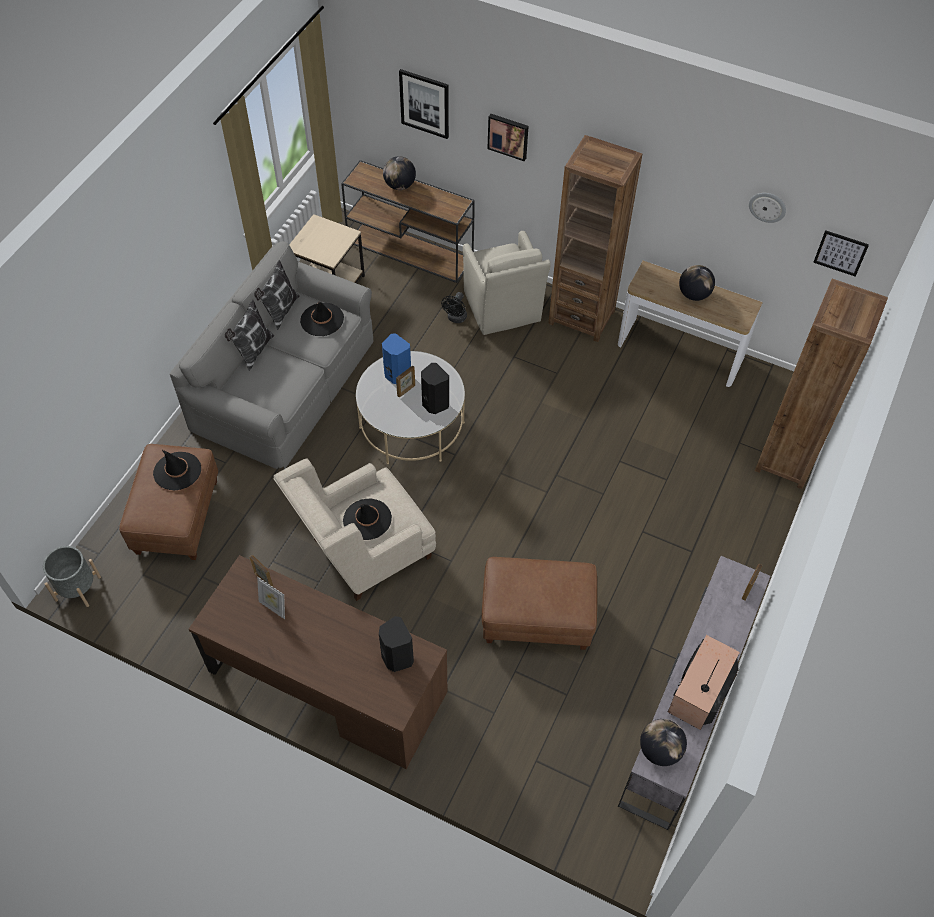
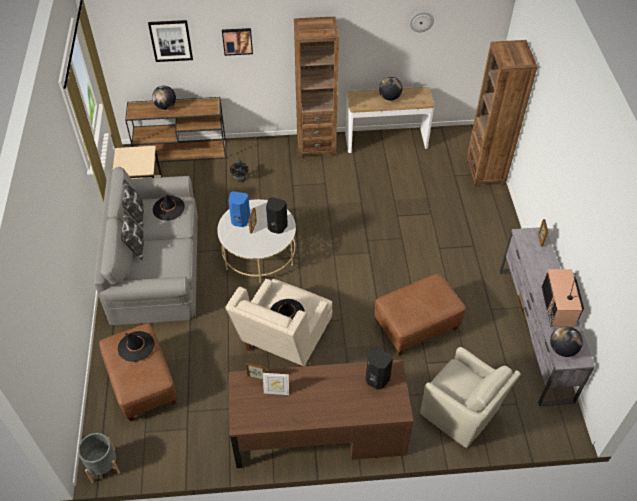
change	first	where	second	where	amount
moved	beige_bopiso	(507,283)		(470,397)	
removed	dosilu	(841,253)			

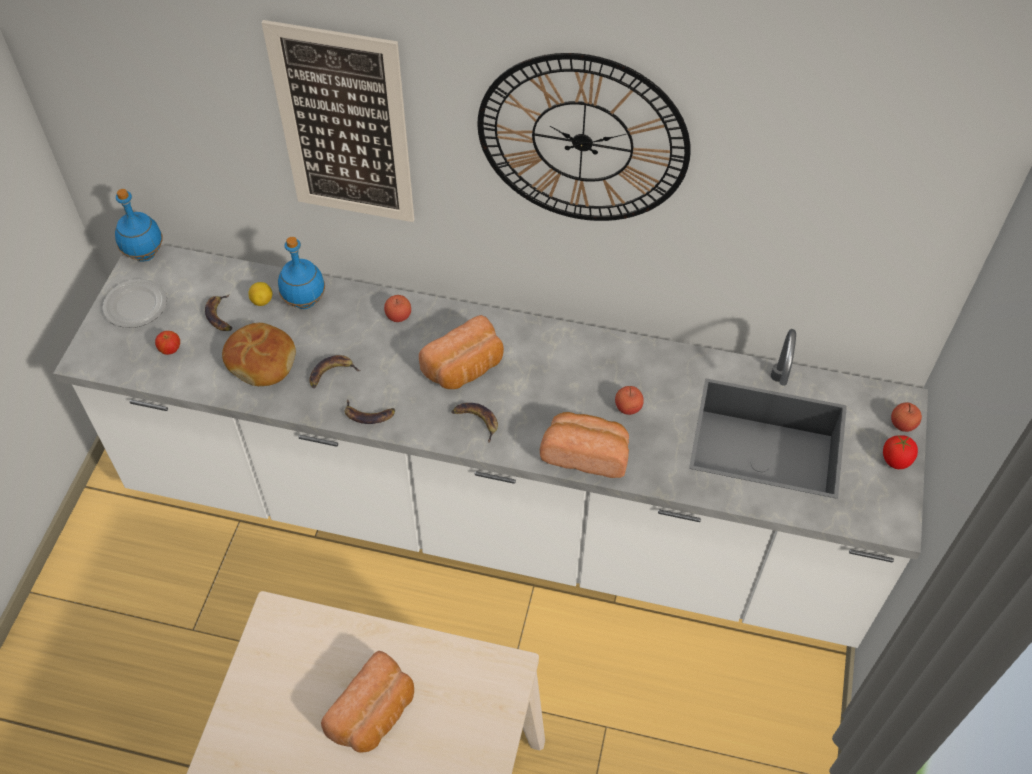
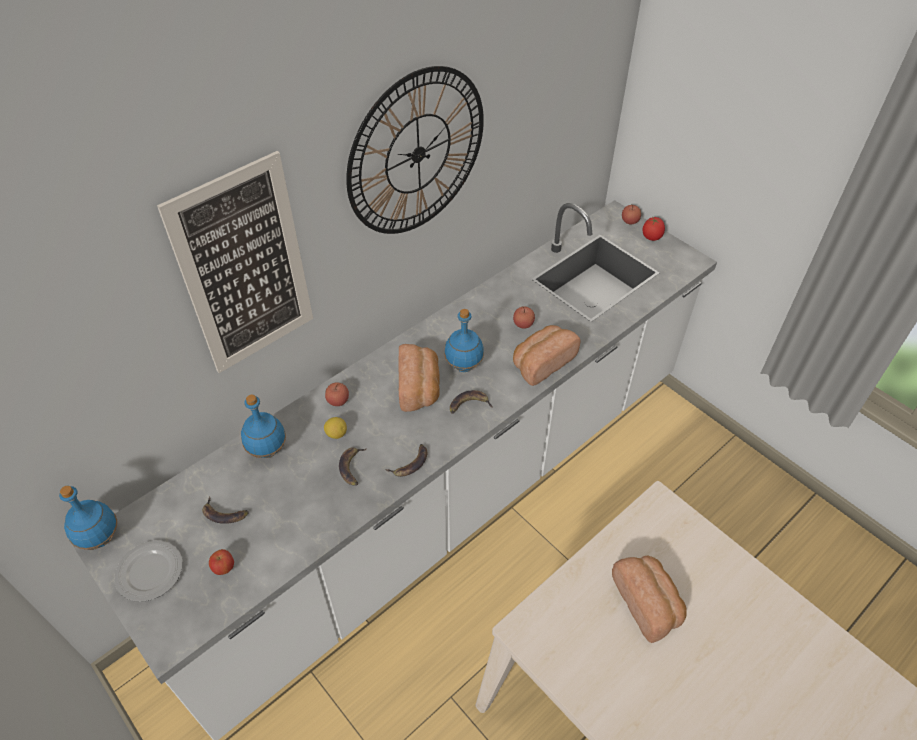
change	first	where	second	where	amount
removed	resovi	(259,354)			
moved	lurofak	(260,294)		(335,428)	
added			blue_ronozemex	(464,340)	

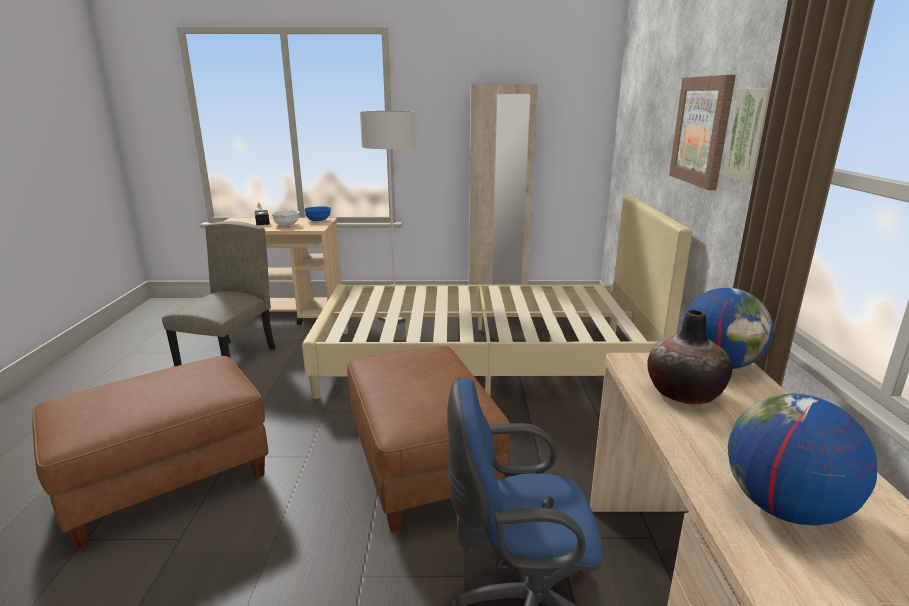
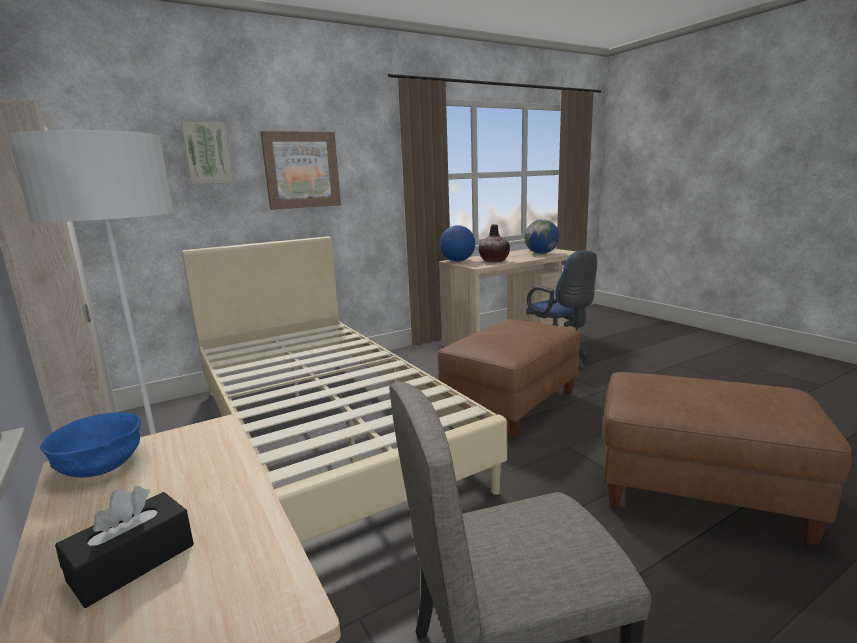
change	first	where	second	where	amount
removed	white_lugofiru	(286,218)			
moved	dosilu	(747,136)		(207,153)	

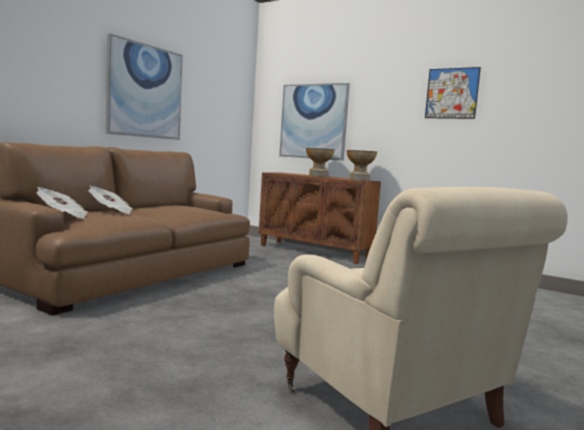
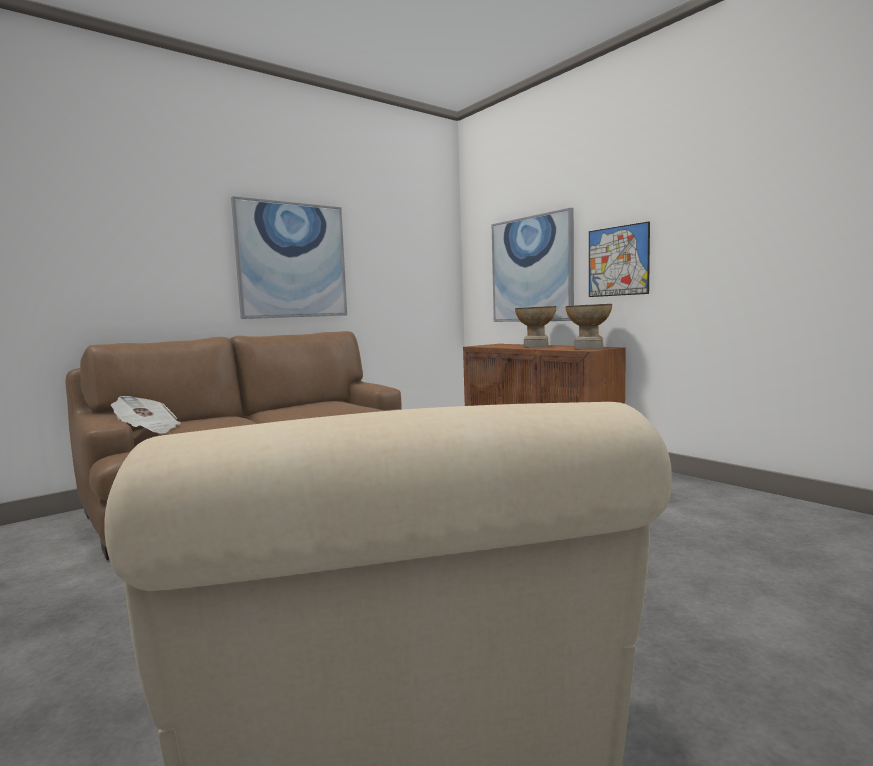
change	first	where	second	where	amount
removed	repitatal	(110,200)			
moved	dosilu	(453,93)		(619,259)	

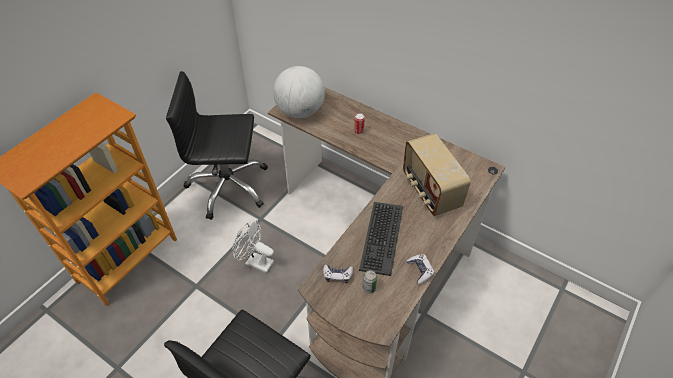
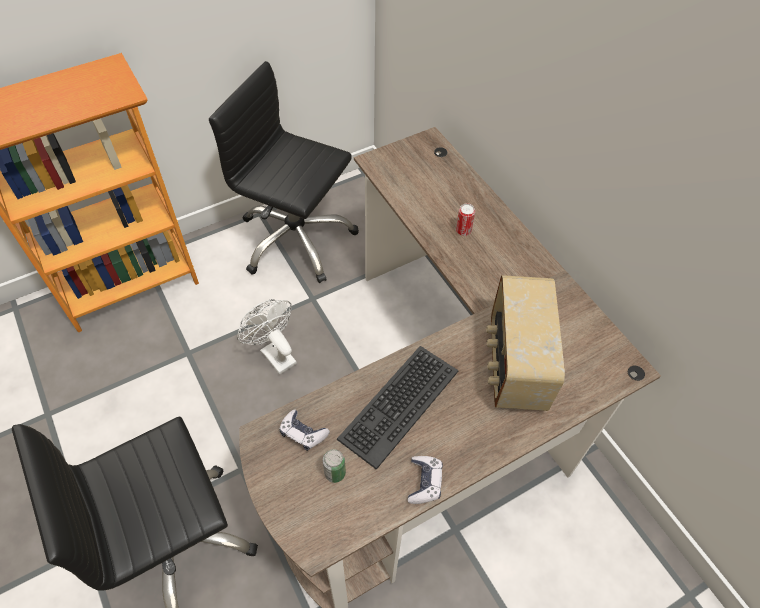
change	first	where	second	where	amount
removed	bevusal	(299,92)			

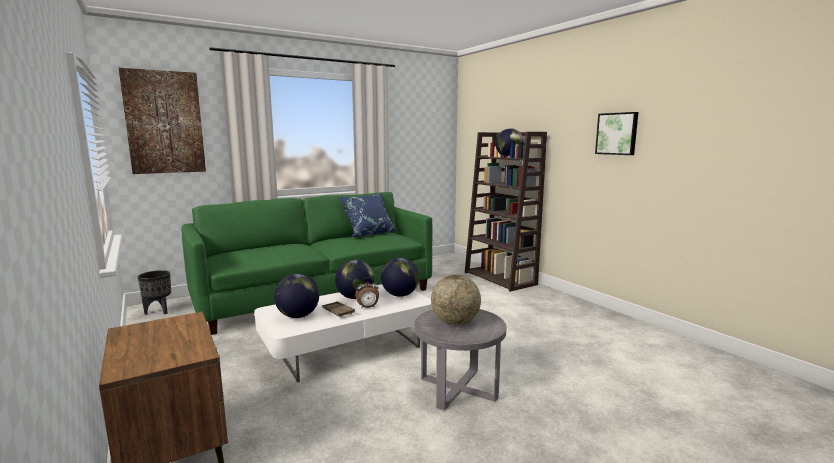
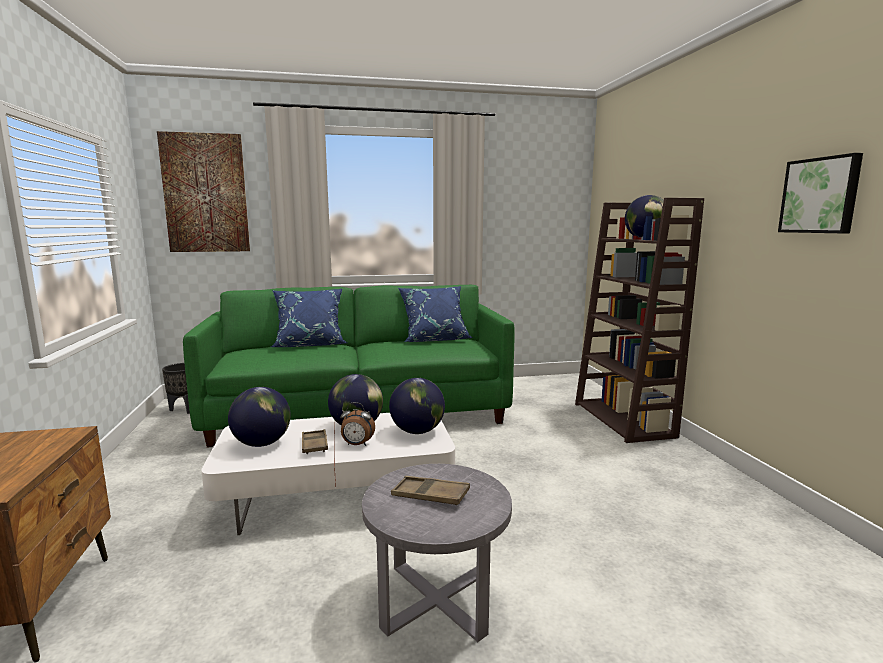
change	first	where	second	where	amount
replaced	bevusal	(456,300)	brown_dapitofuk	(430,490)	
added			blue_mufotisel	(309,318)	

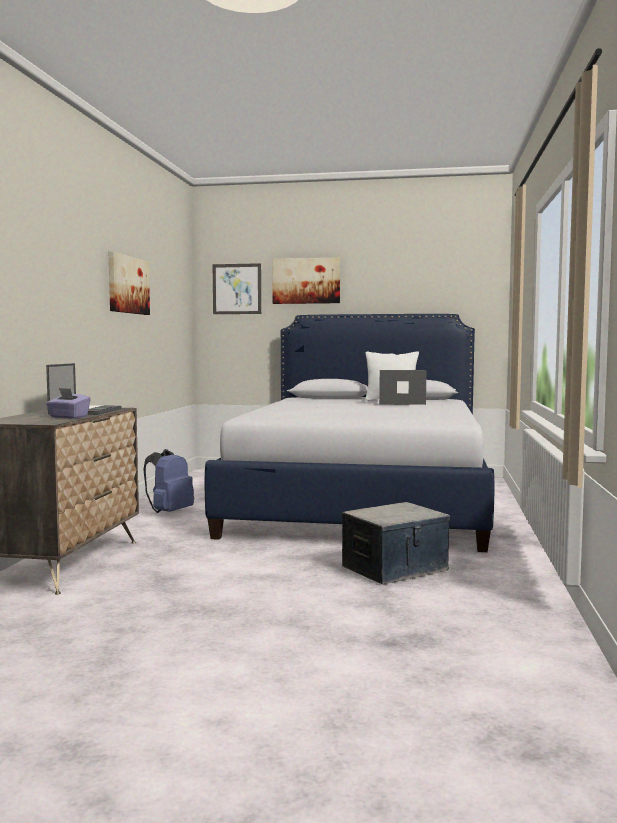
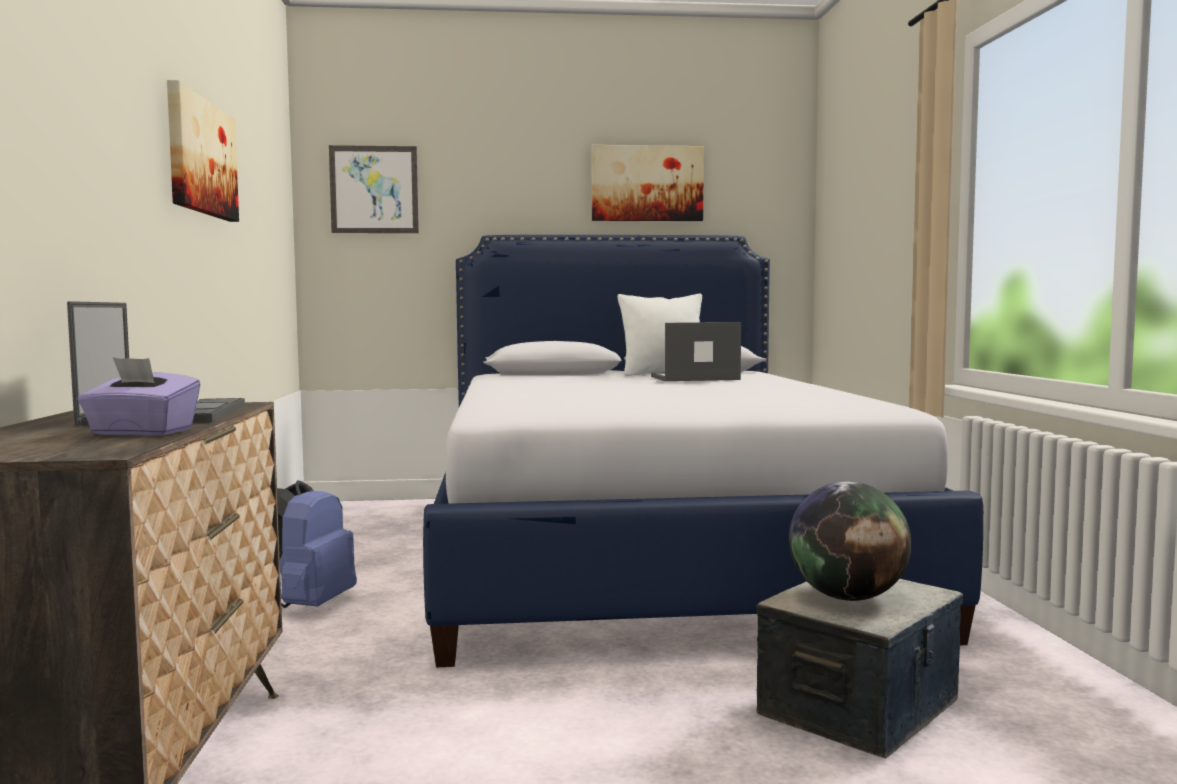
change	first	where	second	where	amount
moved	dosilu	(306,280)		(647,183)	
added			bevusal	(850,541)	

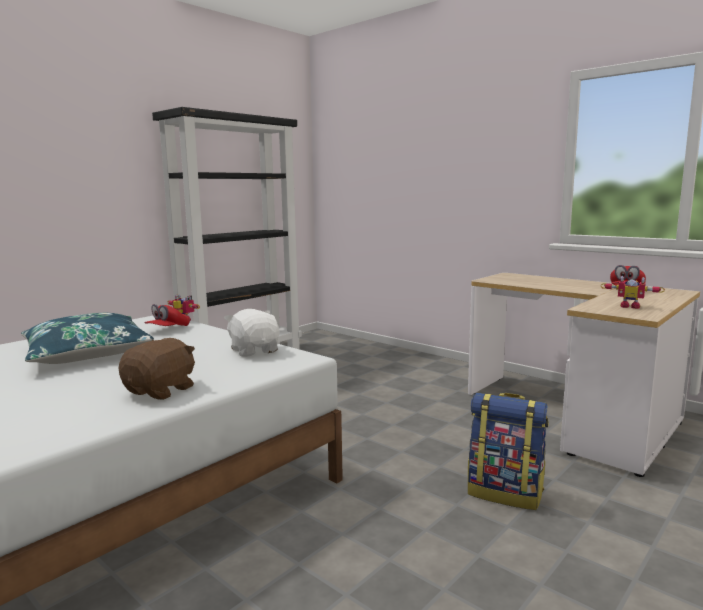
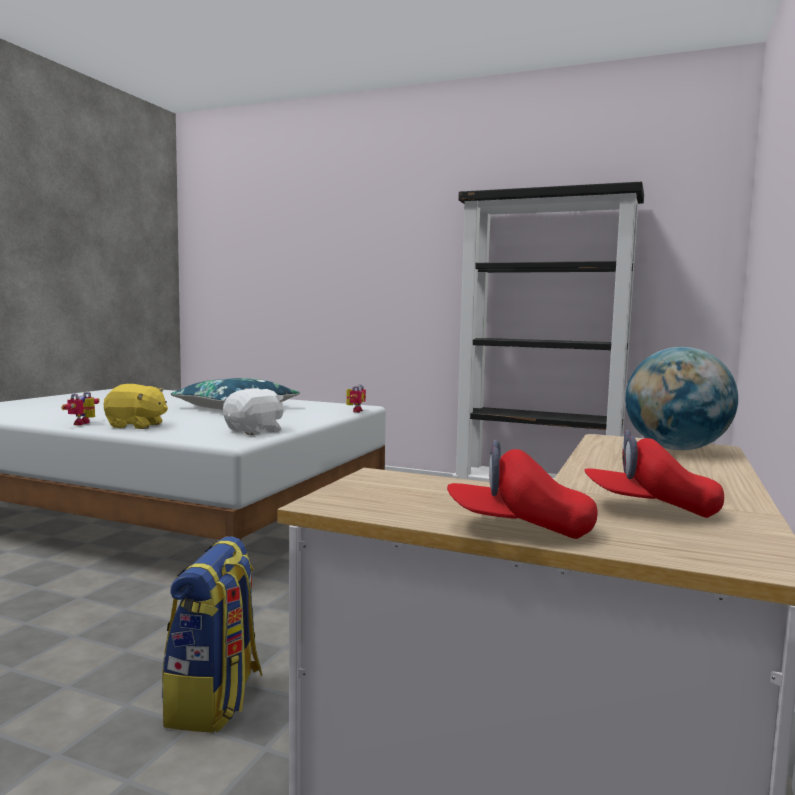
change	first	where	second	where	amount
recoloured	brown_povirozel	(156,369)	yellow_povirozel	(136,406)	
moved	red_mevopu	(167,315)		(522,489)	
moved	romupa	(632,292)		(80,408)	
added			bevusal	(681,398)	

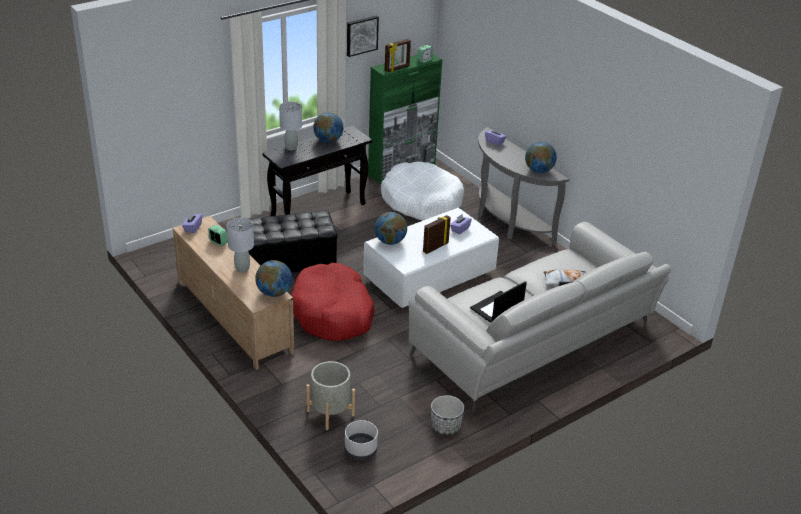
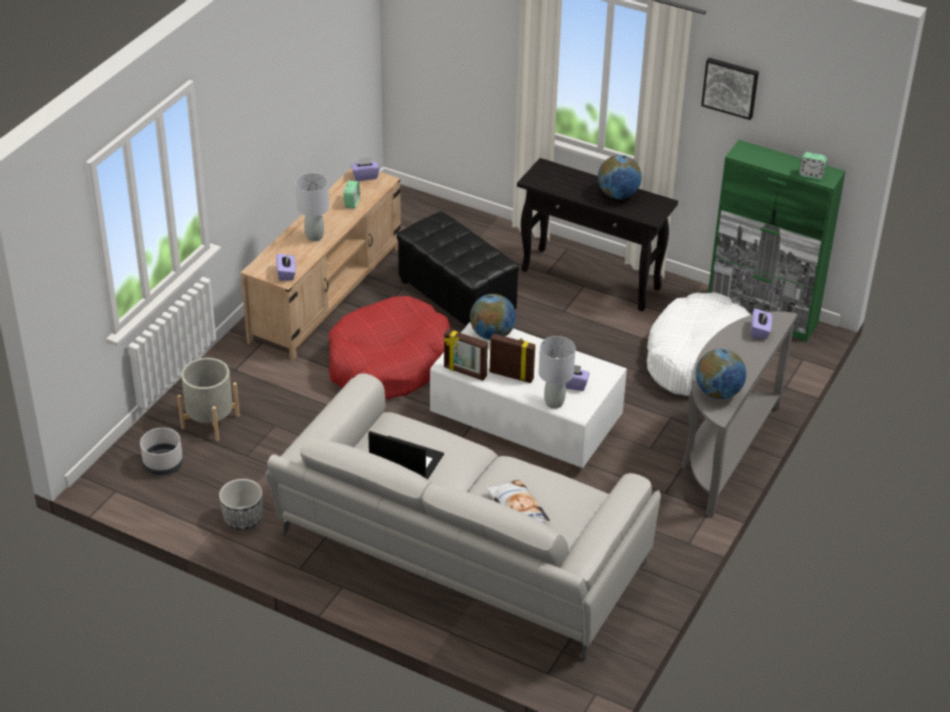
change	first	where	second	where	amount
replaced	bevusal	(273,278)	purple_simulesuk	(286,267)	
moved	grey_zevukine	(290,126)		(557,372)	
moved	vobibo	(398,55)		(466,355)	

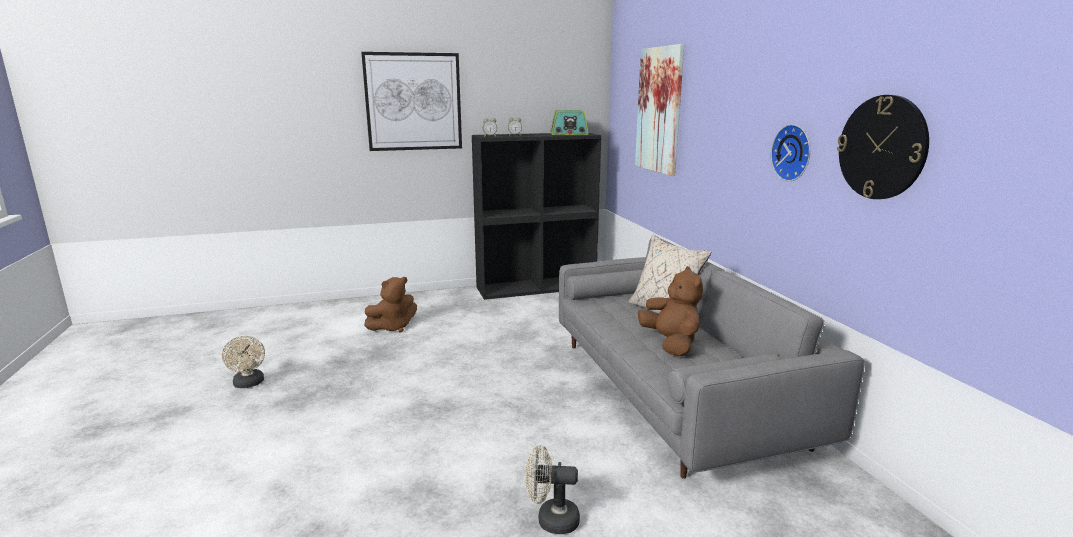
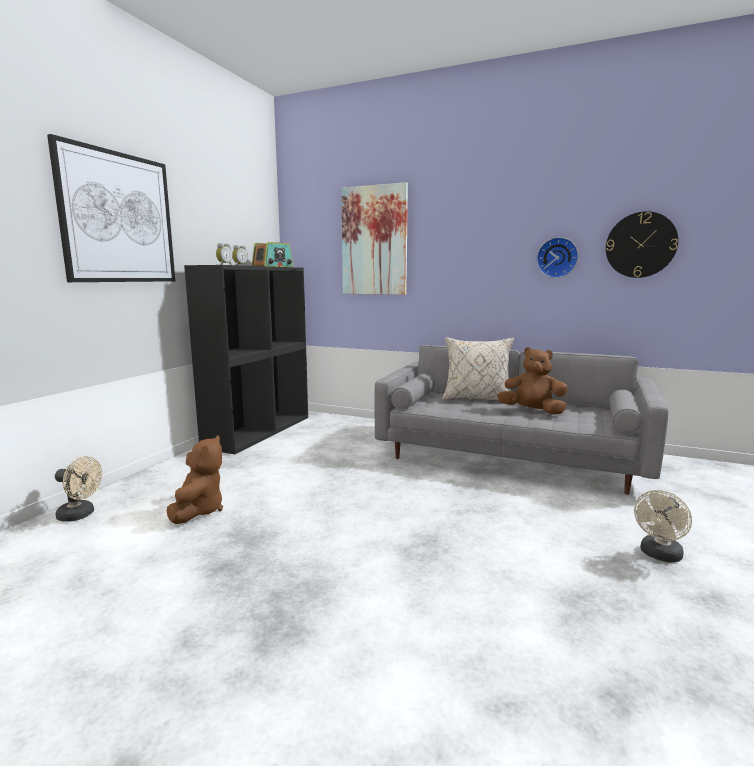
change	first	where	second	where	amount
moved	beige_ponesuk	(243,362)		(78,489)	

